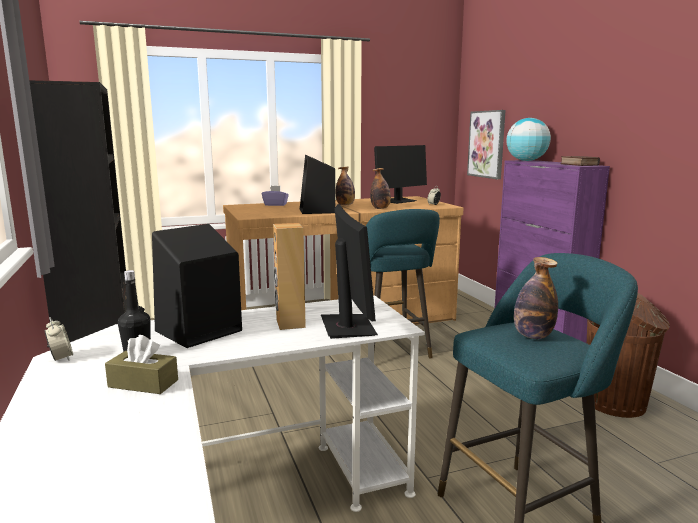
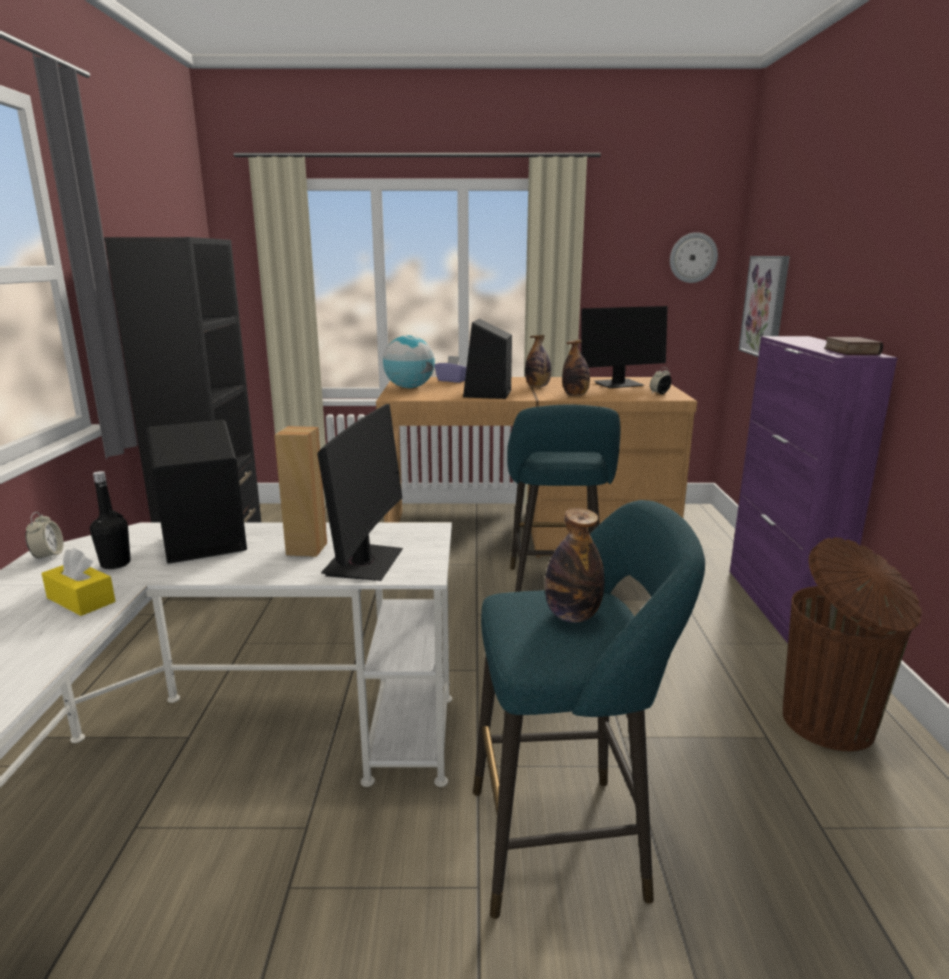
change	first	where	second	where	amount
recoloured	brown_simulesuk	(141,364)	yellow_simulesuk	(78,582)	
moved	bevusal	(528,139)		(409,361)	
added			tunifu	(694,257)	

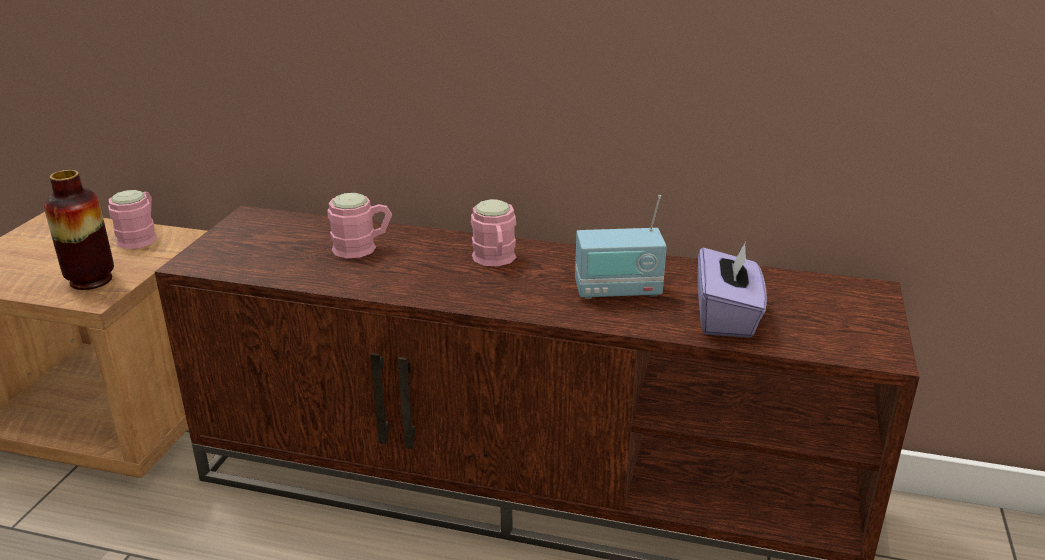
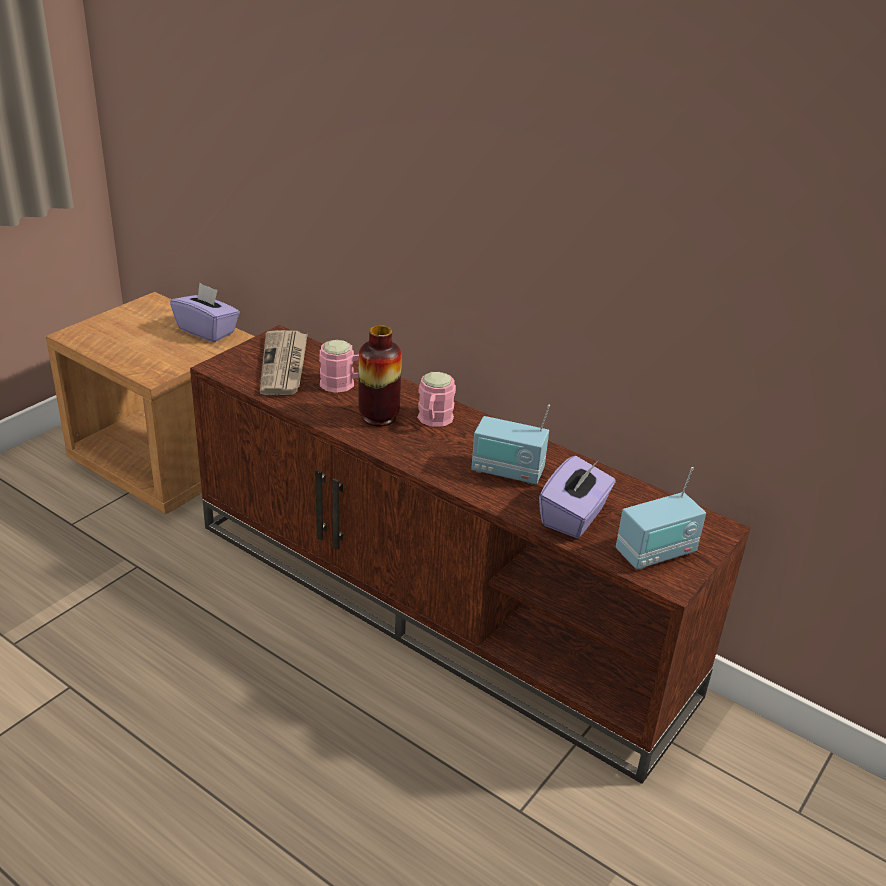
change	first	where	second	where	amount
moved	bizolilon	(79,230)		(380,376)	
replaced	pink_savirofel	(132,219)	purple_simulesuk	(205,312)	
added			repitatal	(284,362)	
added			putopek	(661,518)	

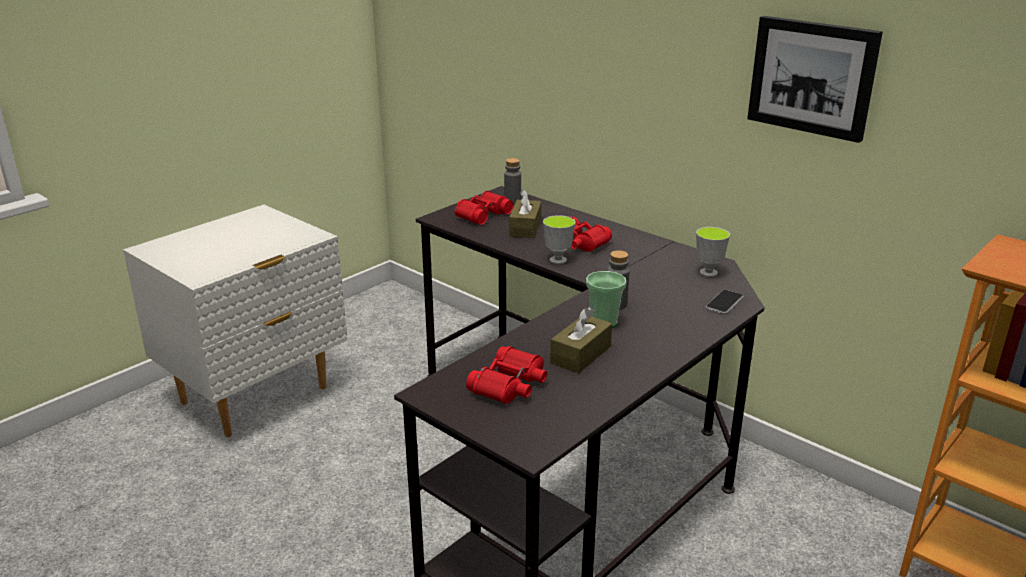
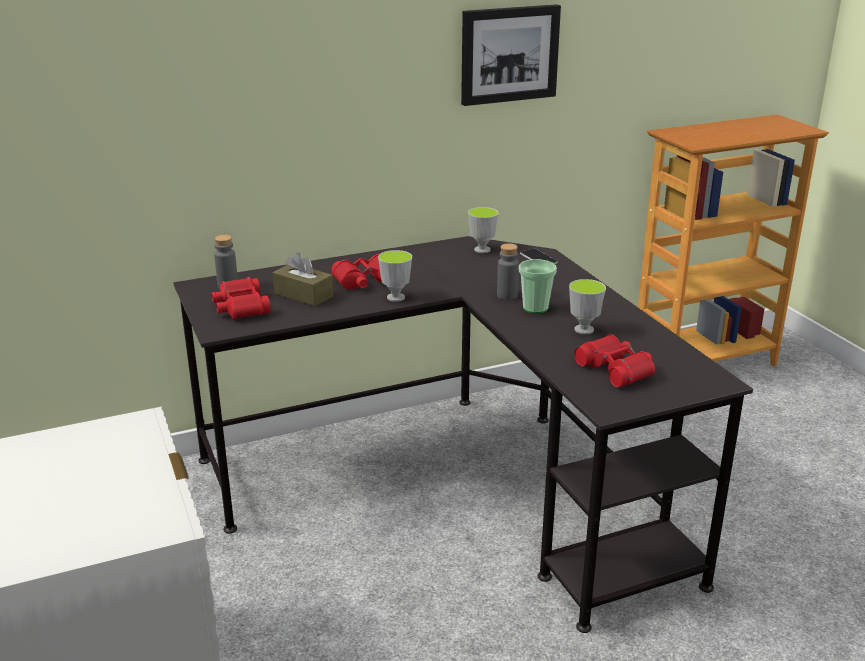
change	first	where	second	where	amount
replaced	brown_simulesuk	(581,340)	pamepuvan	(587,306)	

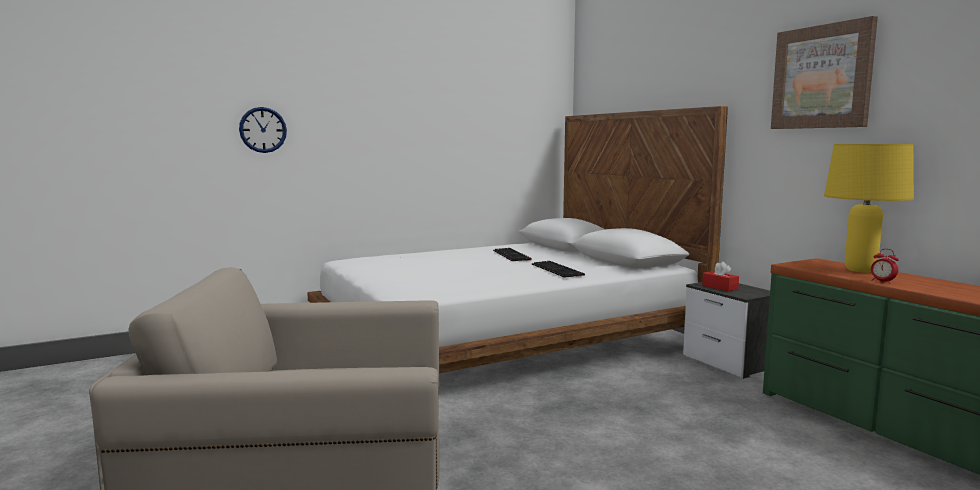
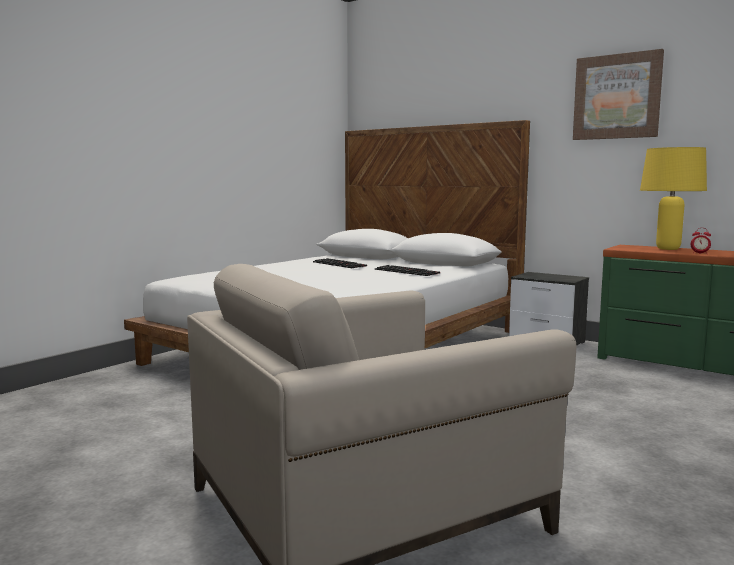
change	first	where	second	where	amount
removed	tunifu	(263,130)			
removed	red_simulesuk	(720,276)			

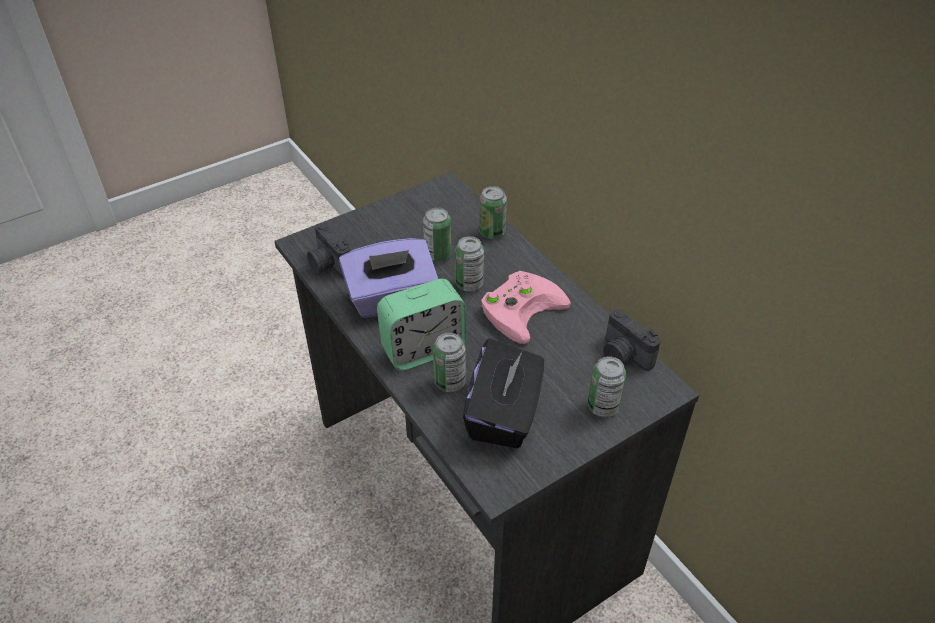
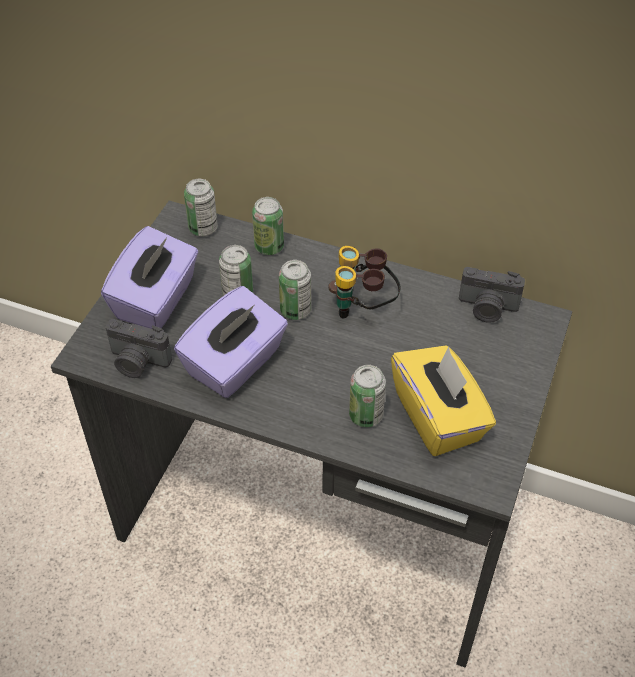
change	first	where	second	where	amount
removed	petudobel	(421,325)			
recoloured	black_simulesuk	(503,393)	yellow_simulesuk	(443,401)	
replaced	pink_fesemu	(526,307)	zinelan	(365,282)	
moved	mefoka	(606,386)		(201,207)	
added			purple_simulesuk	(150,277)	

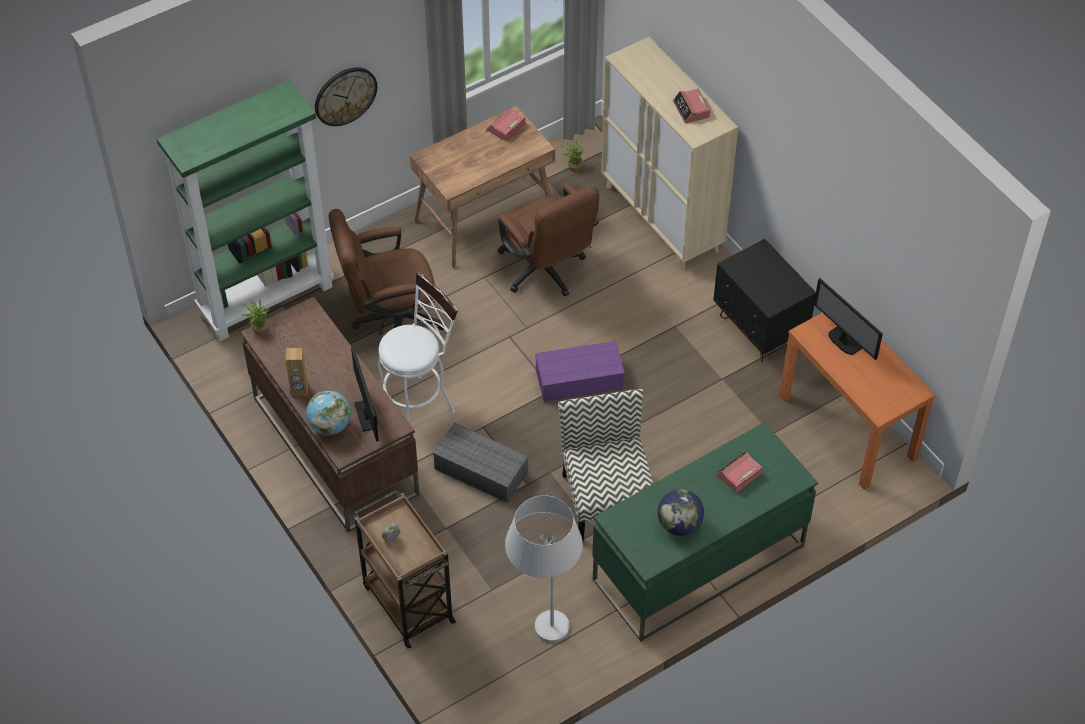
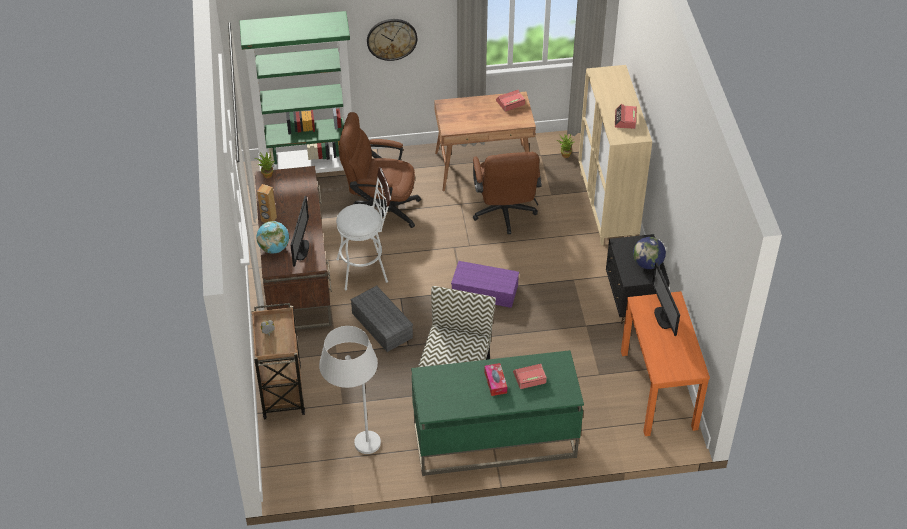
change	first	where	second	where	amount
moved	bevusal	(681,512)		(649,253)	
added			simulesuk	(495,379)	

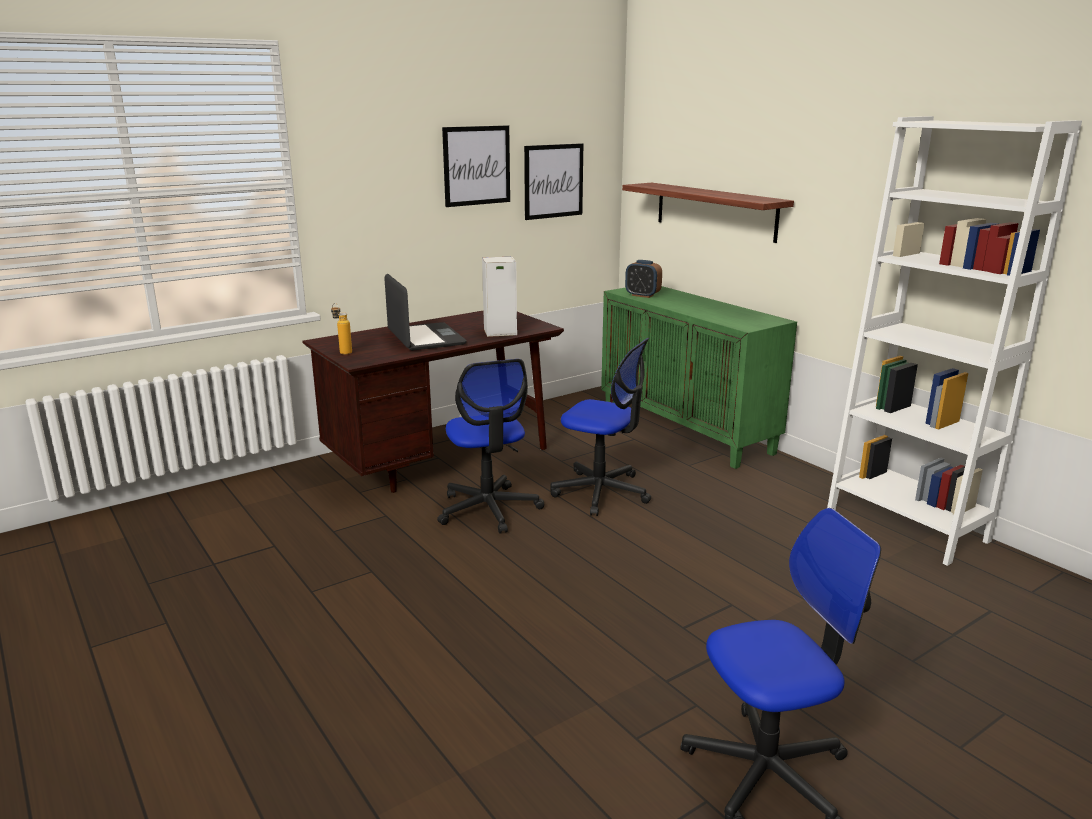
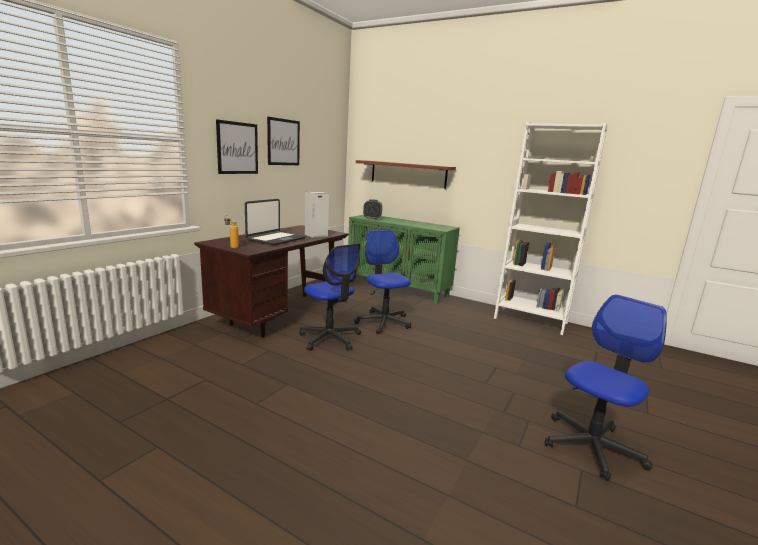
change	first	where	second	where	amount
turned	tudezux	(425,312)		(275,222)	75 degrees clockwise
moved	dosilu	(553,181)		(237,146)	
turned	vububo	(600,427)		(382,282)	120 degrees counterclockwise

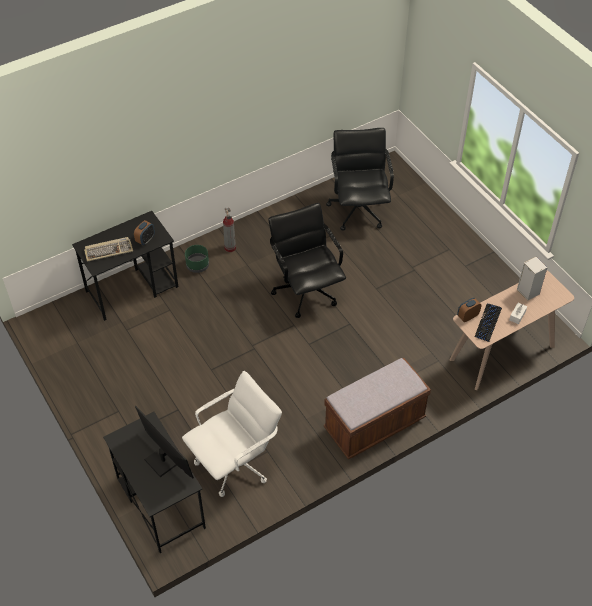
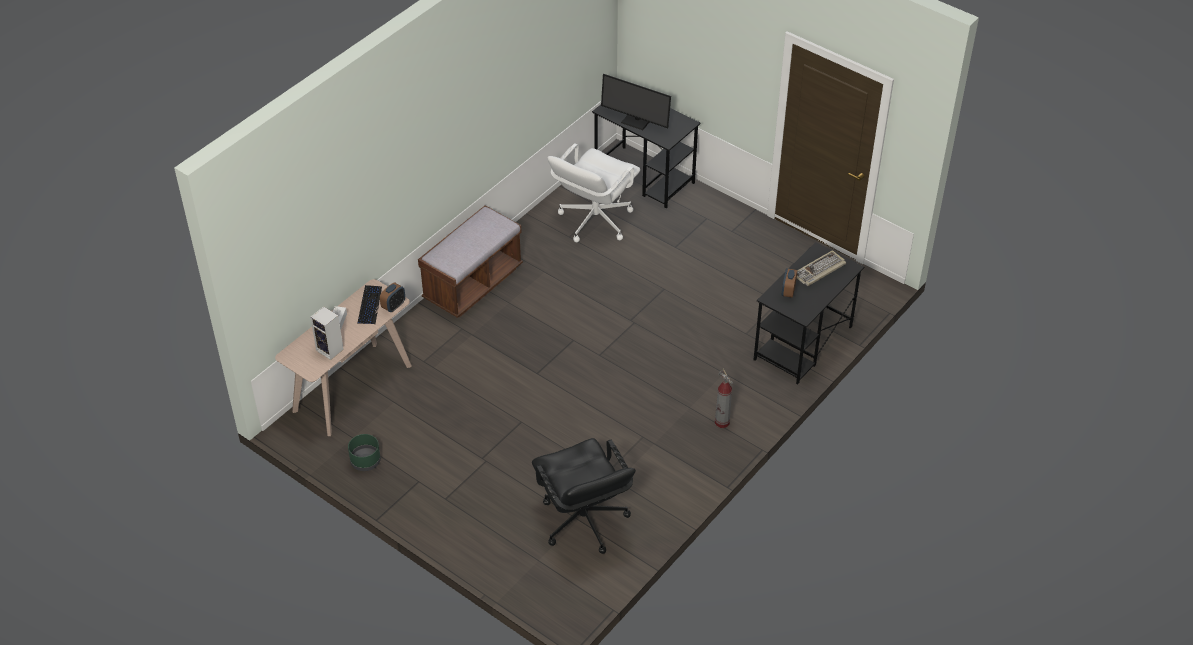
change	first	where	second	where	amount
moved	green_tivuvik	(197,259)		(364,452)	
removed	black_vububo	(307,260)			

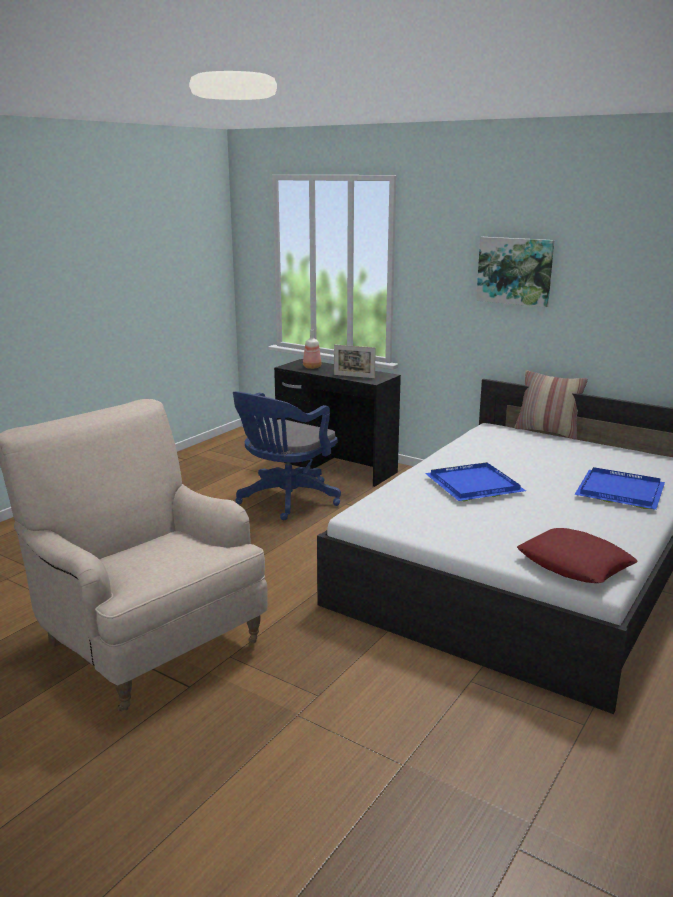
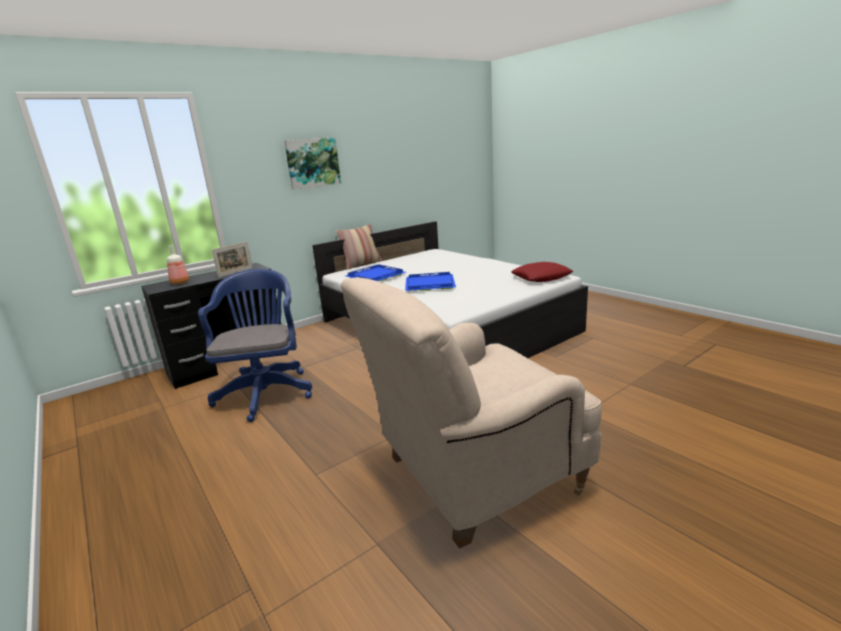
change	first	where	second	where	amount
turned	blue_vububo	(287,456)		(255,345)	150 degrees counterclockwise
moved	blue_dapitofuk	(619,488)		(376,272)	

